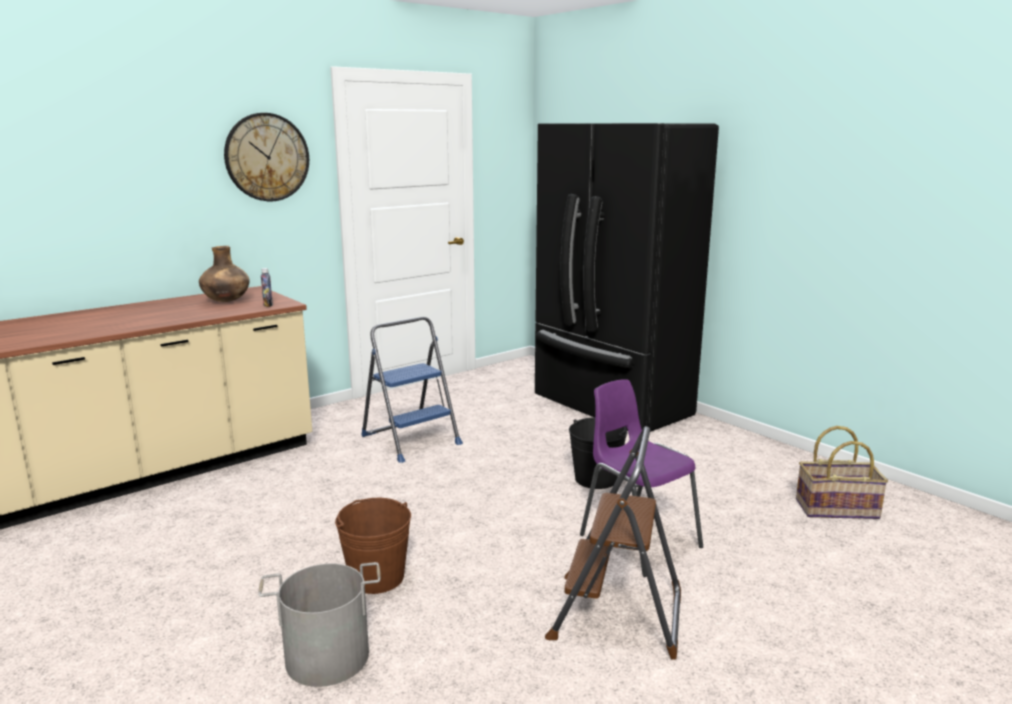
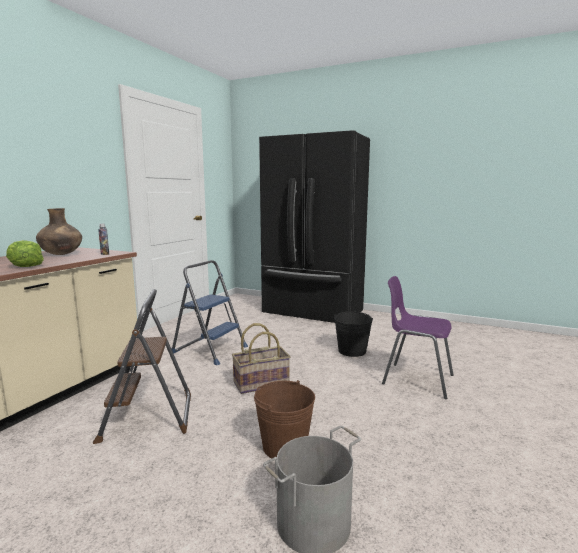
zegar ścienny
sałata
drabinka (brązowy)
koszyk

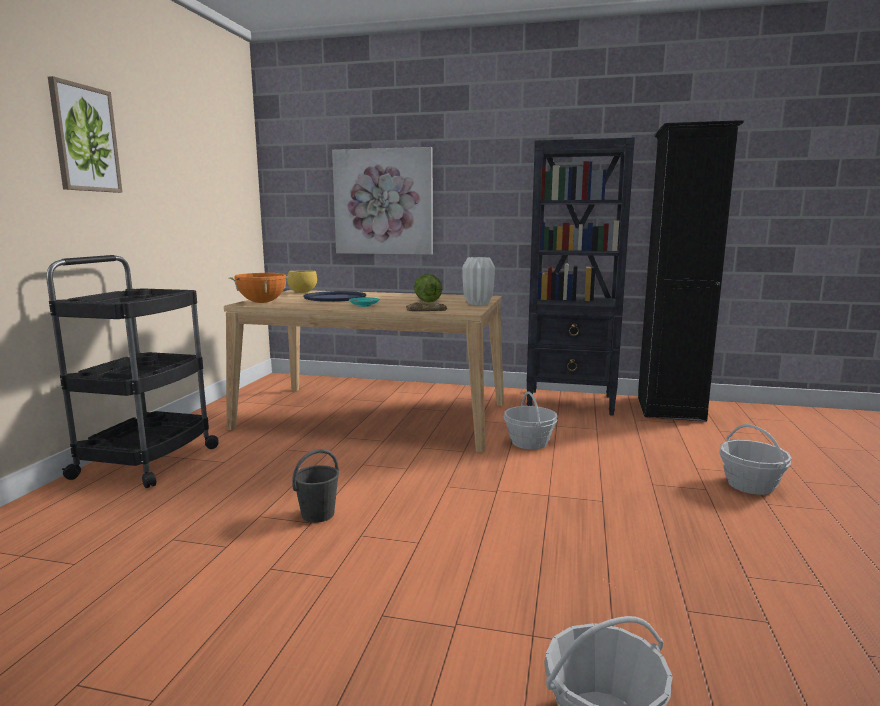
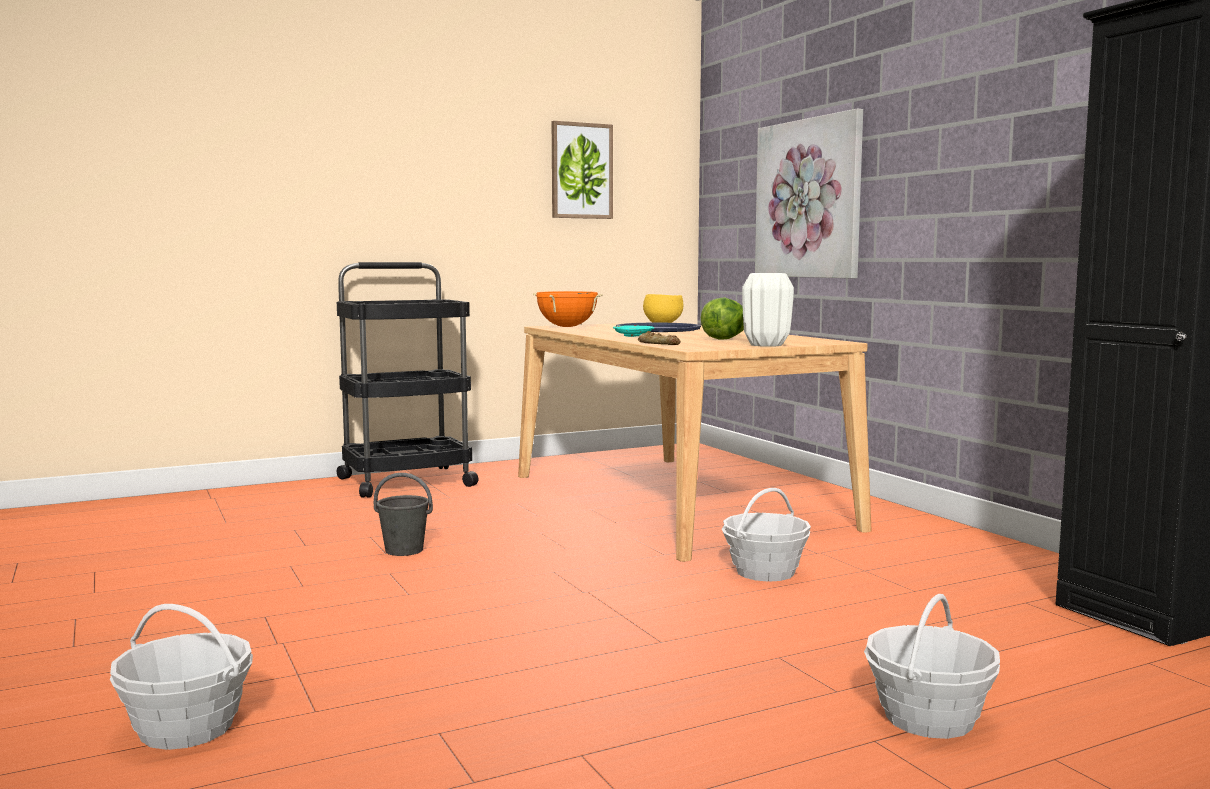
regał (czarny)
obraz (no. 1 from left)

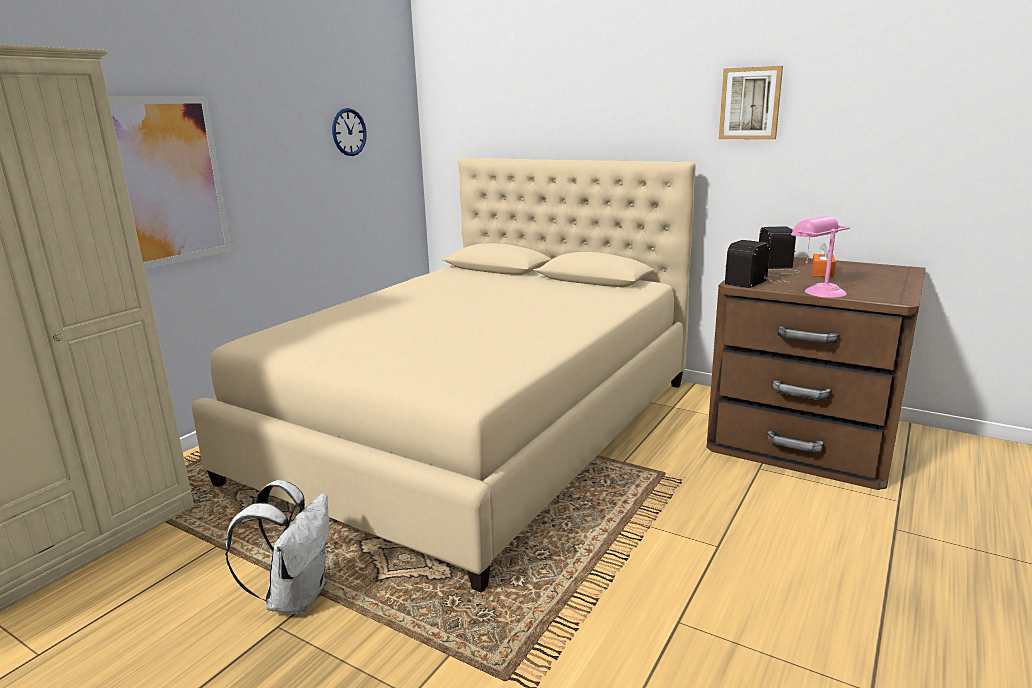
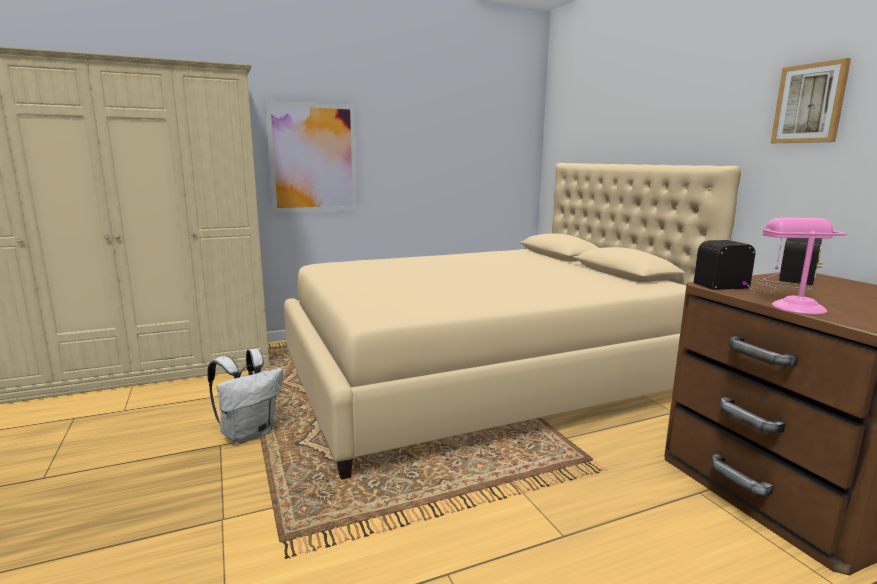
zegar ścienny
pudełko chusteczek (pomarańczowy)

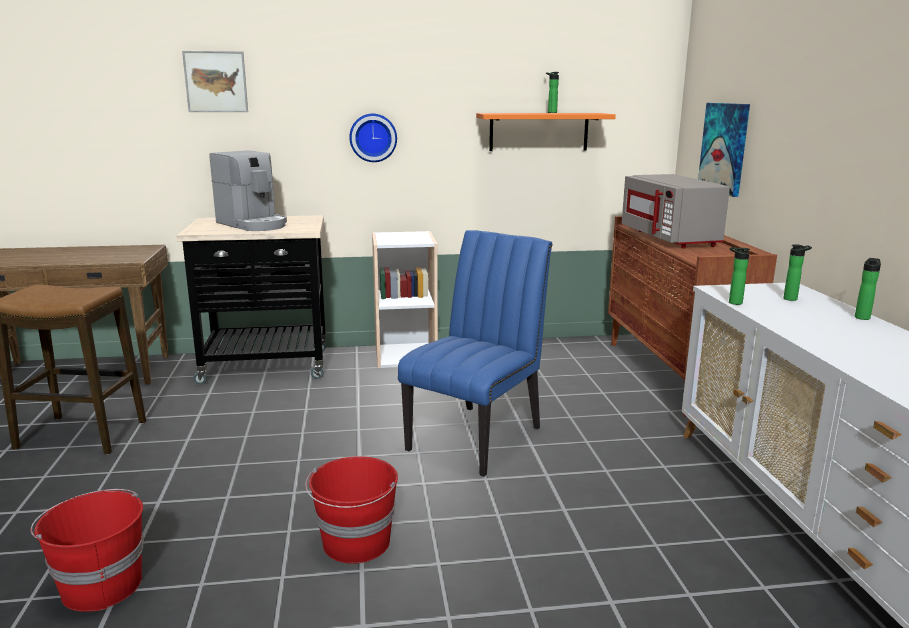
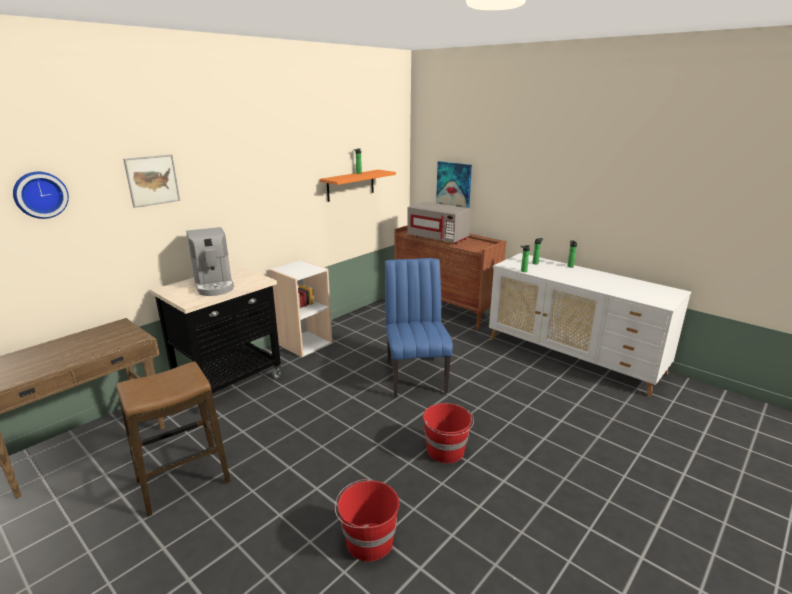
zegar ścienny
ekspres do kawy

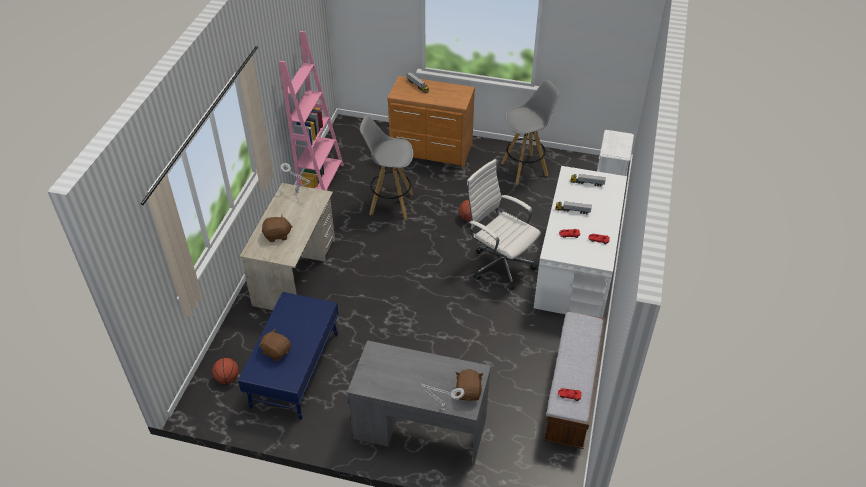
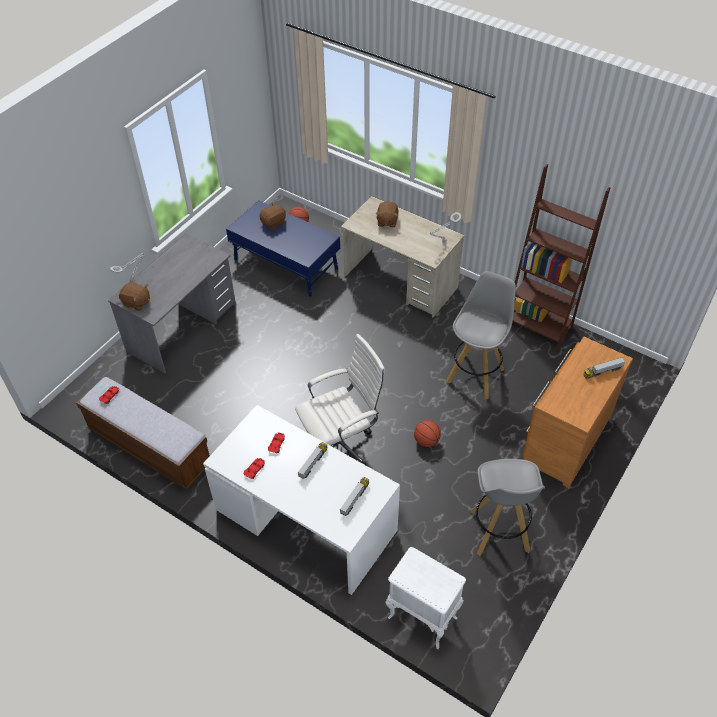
regał (brązowy)

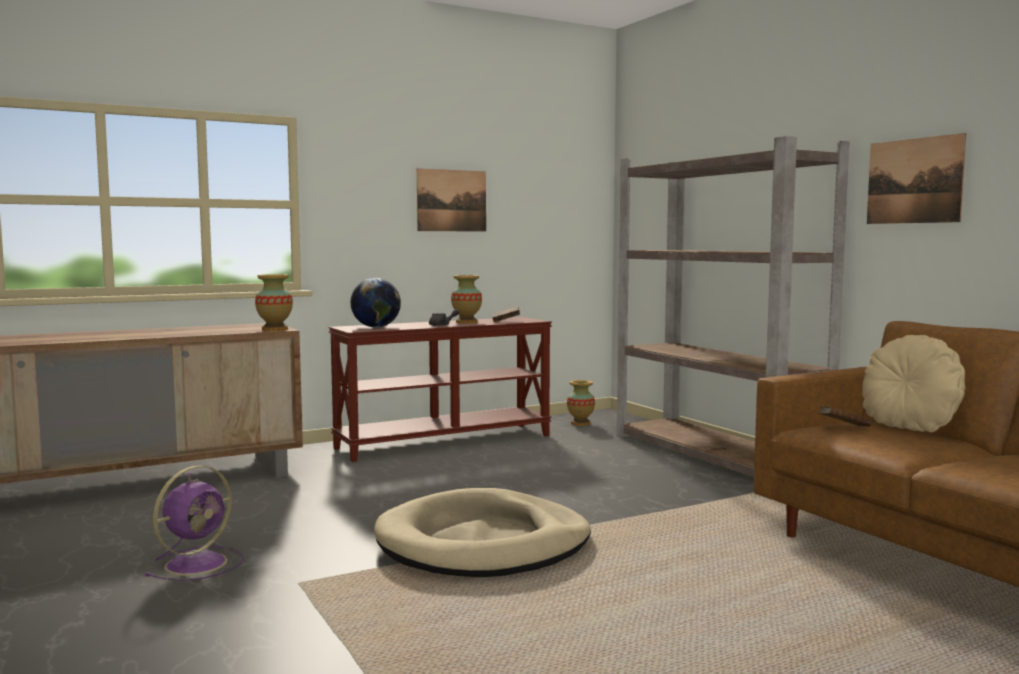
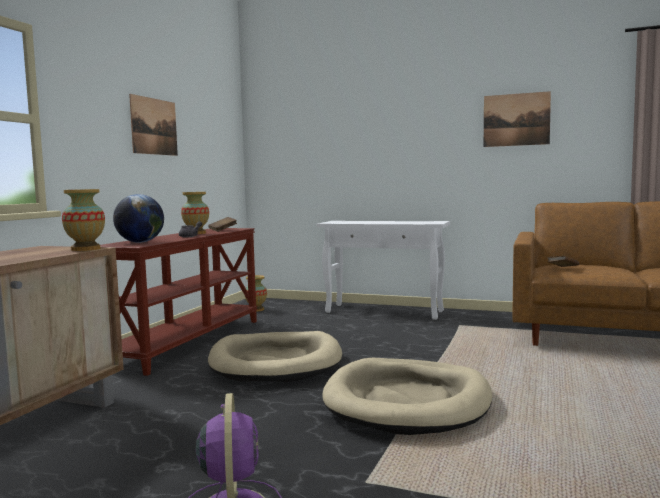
poduszka (beżowy)
legowisko (beżowy) (no. 1 from left)
stolik konsolowy (biały)

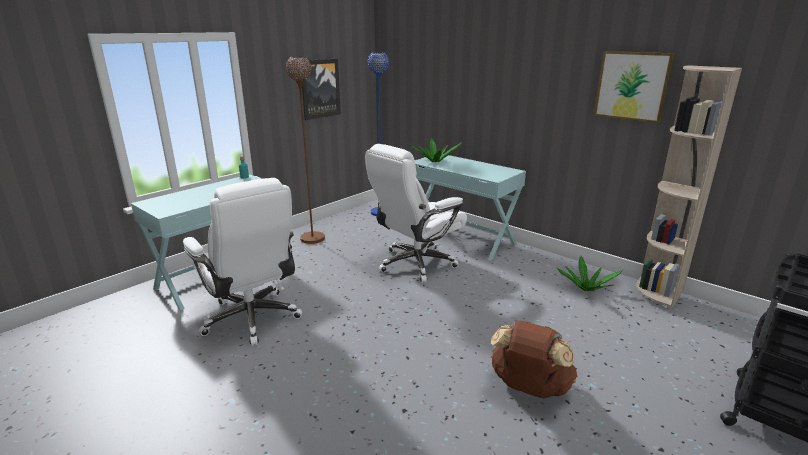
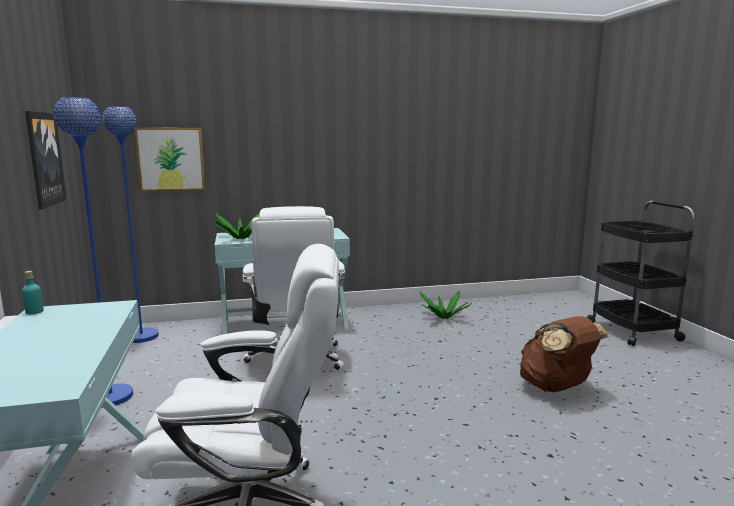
regał (beżowy)
obraz (no. 2 from left)
lampa stojąca (niebieski) (no. 1 from left)

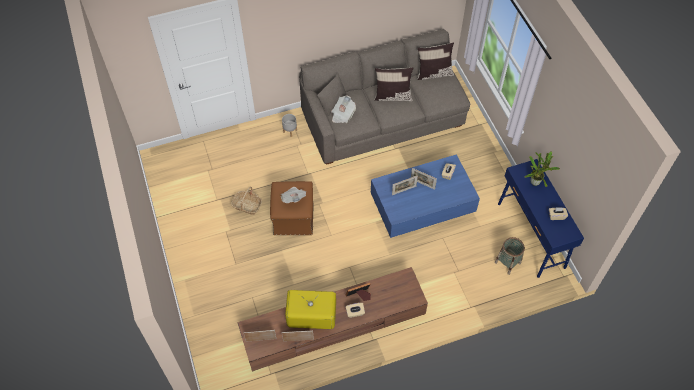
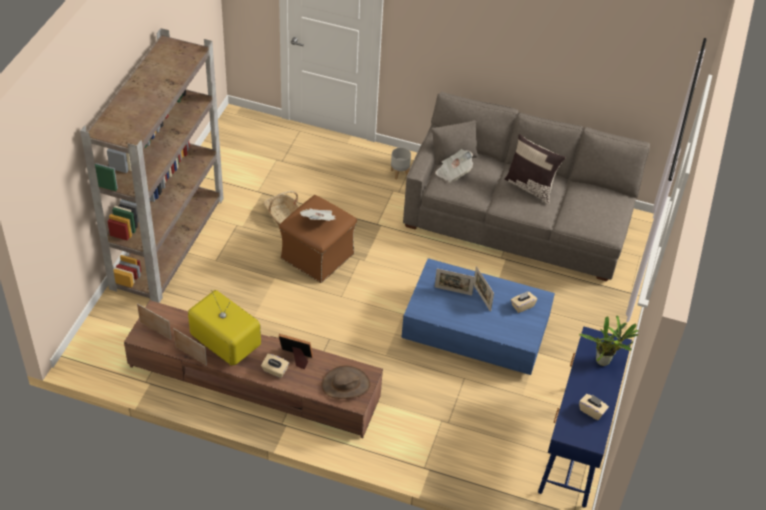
poduszka (no. 2 from left in the first image)
koszyk (no. 2 from left in the first image)
regał (brązowy)
kapelusz (brązowy)

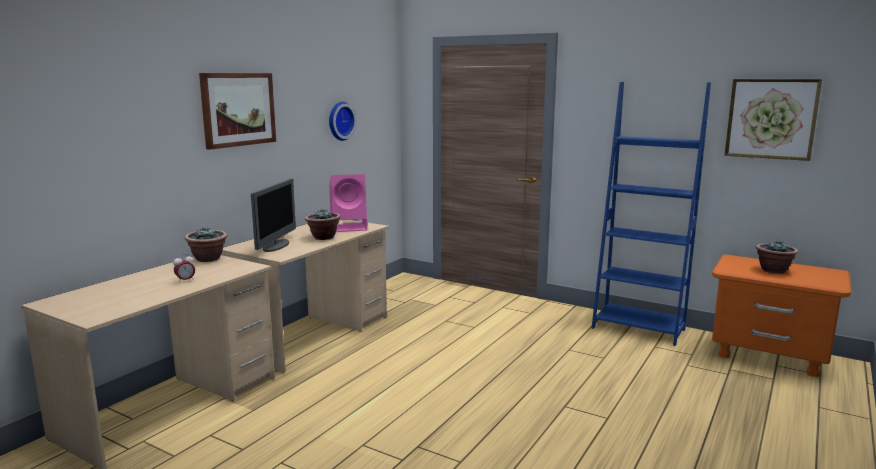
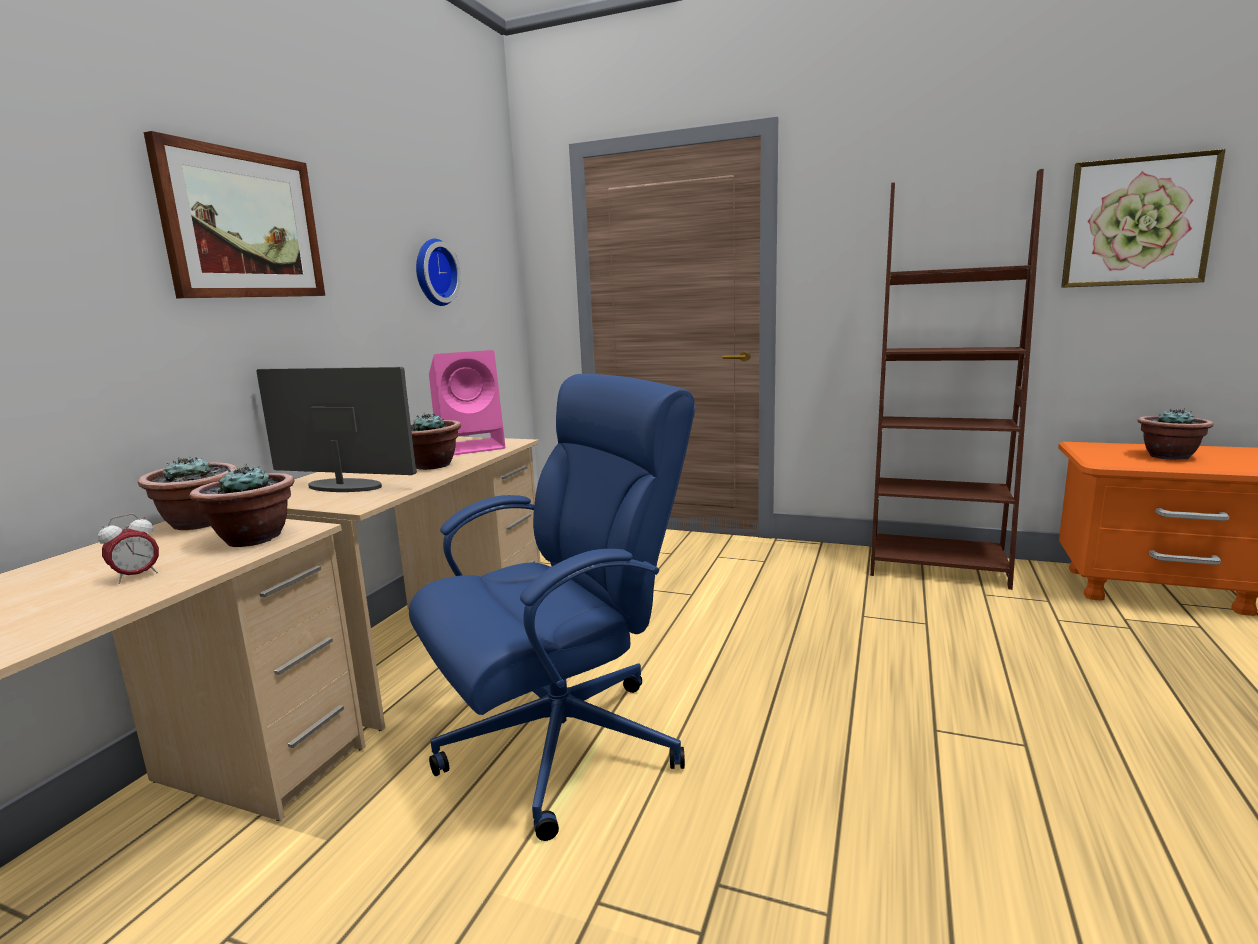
roślina doniczkowa (no. 2 from left)
krzesło biurowe (niebieski)
regał (brązowy)
monitor

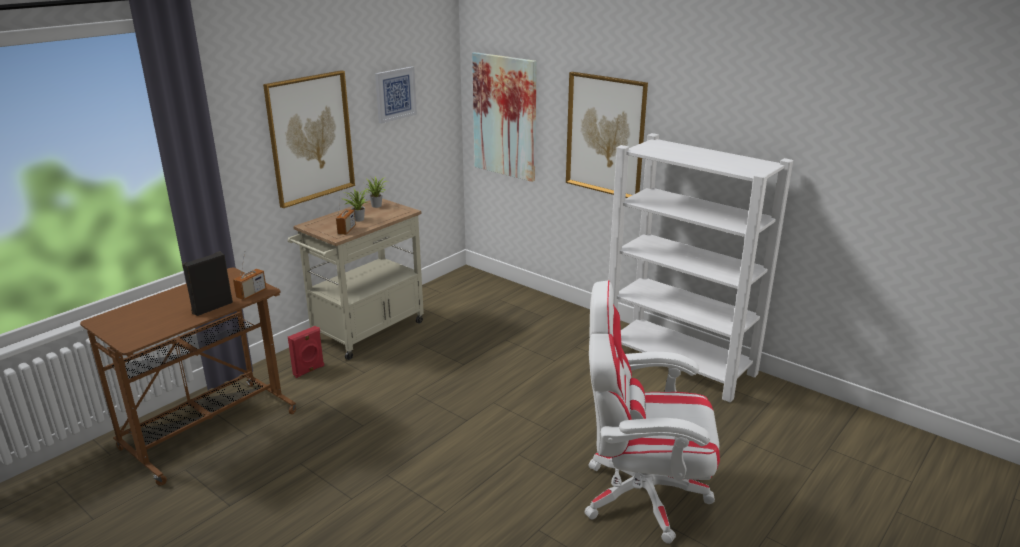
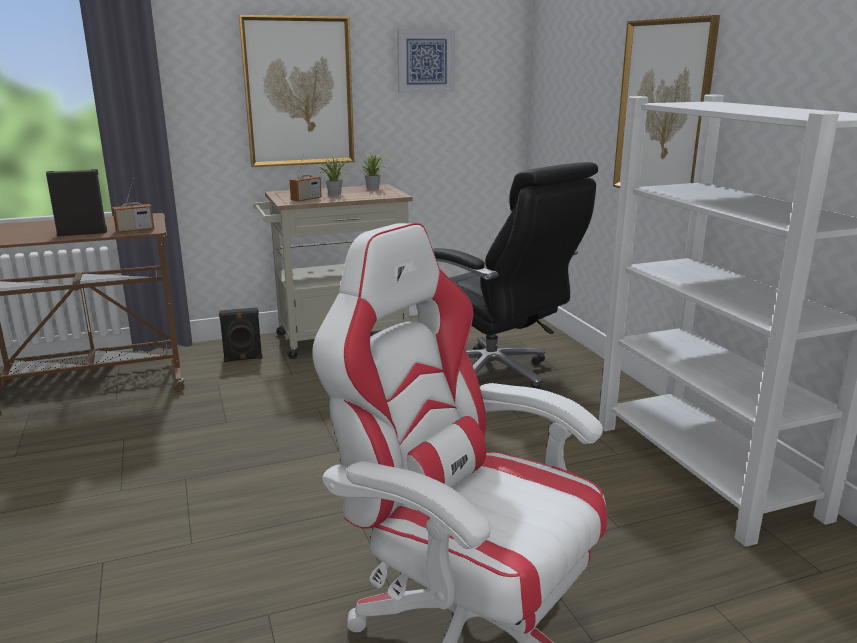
obraz (no. 3 from left in the first image)
krzesło biurowe (czarny)
głośnik (czarny) (no. 2 from left)

